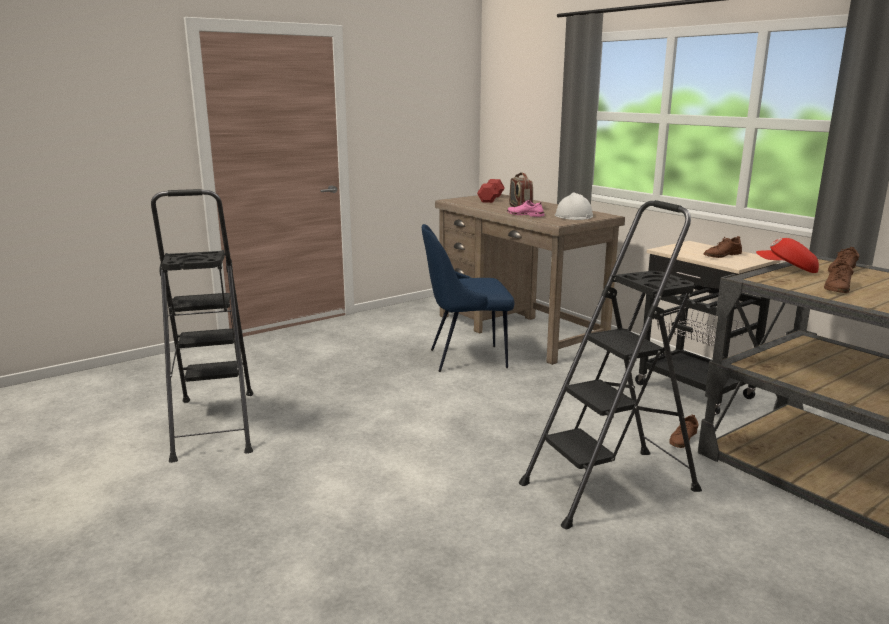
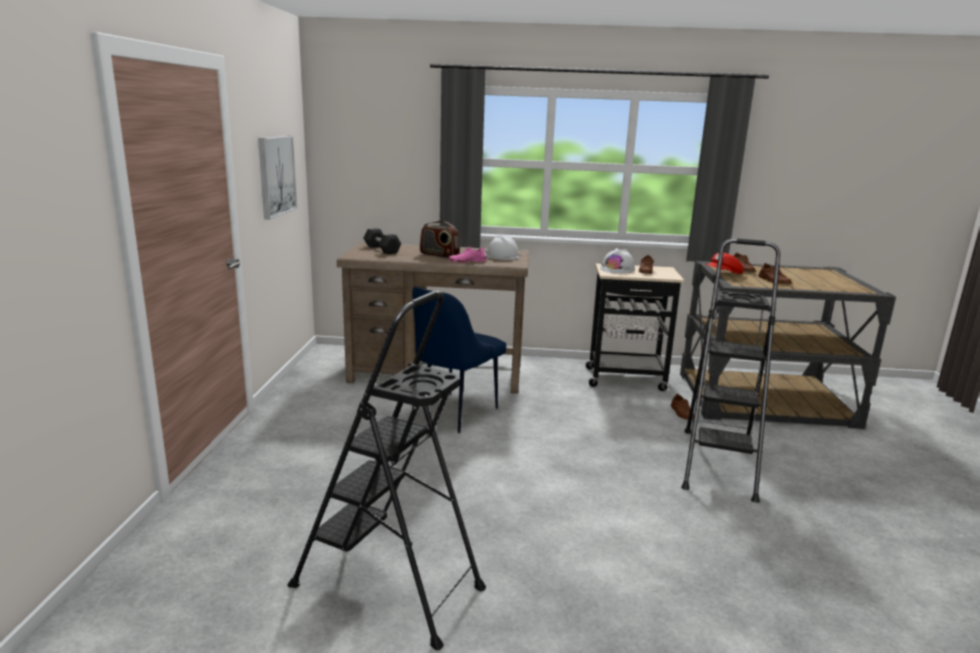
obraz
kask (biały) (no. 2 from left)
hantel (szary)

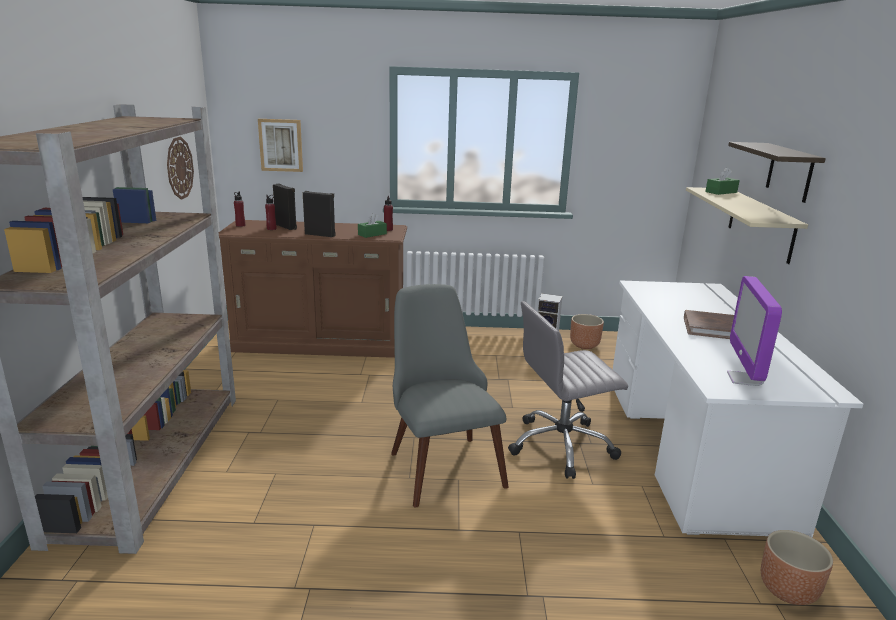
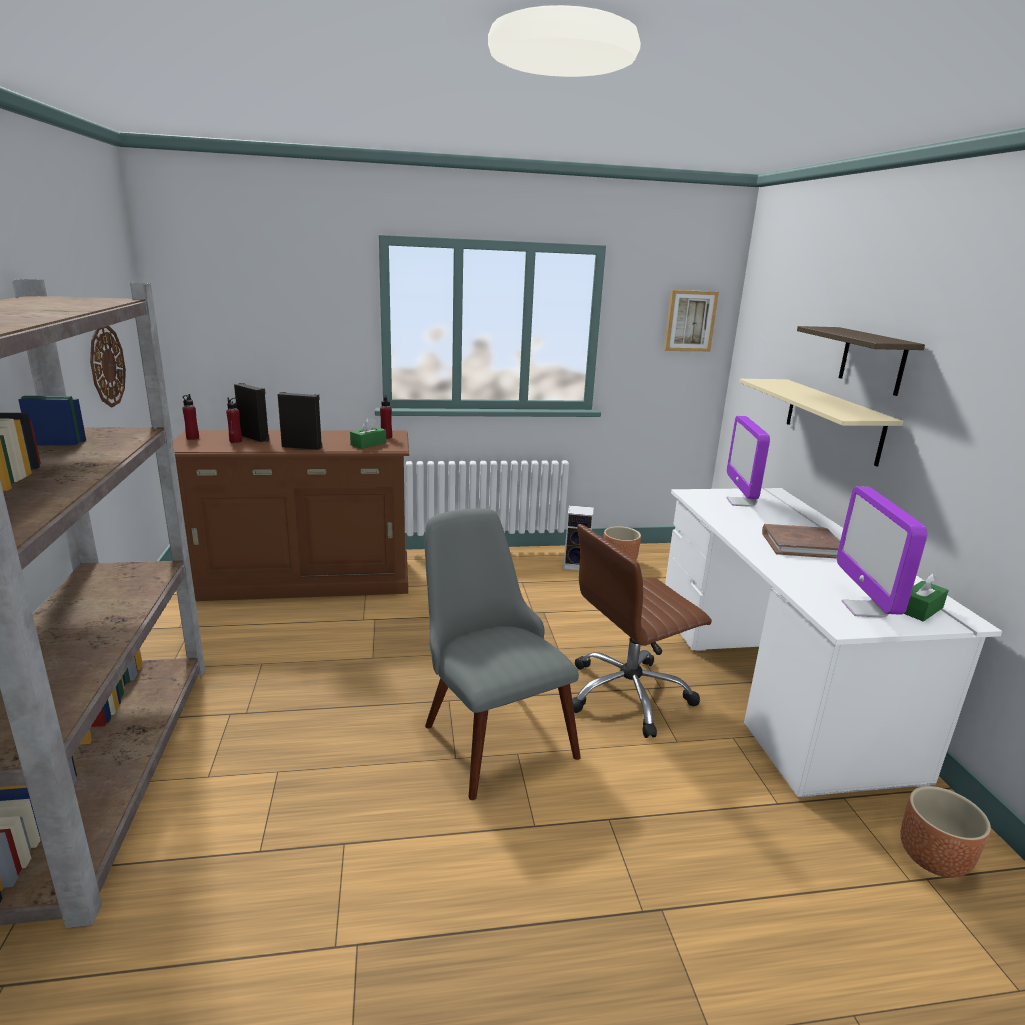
monitor (no. 1 from left)
obraz
pudełko chusteczek (zielony) (no. 2 from left)
krzesło biurowe (brązowy)

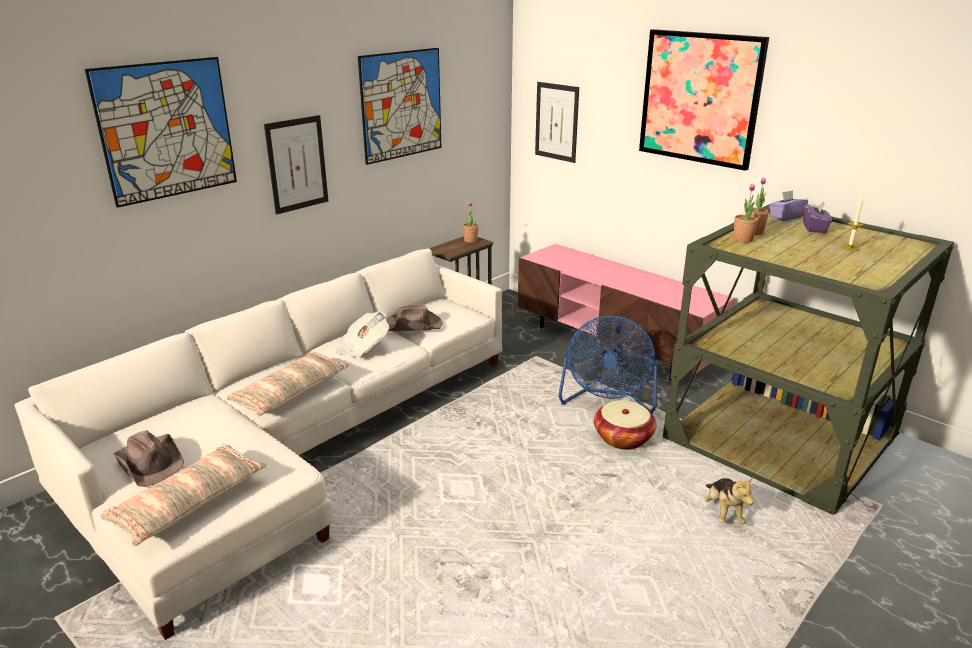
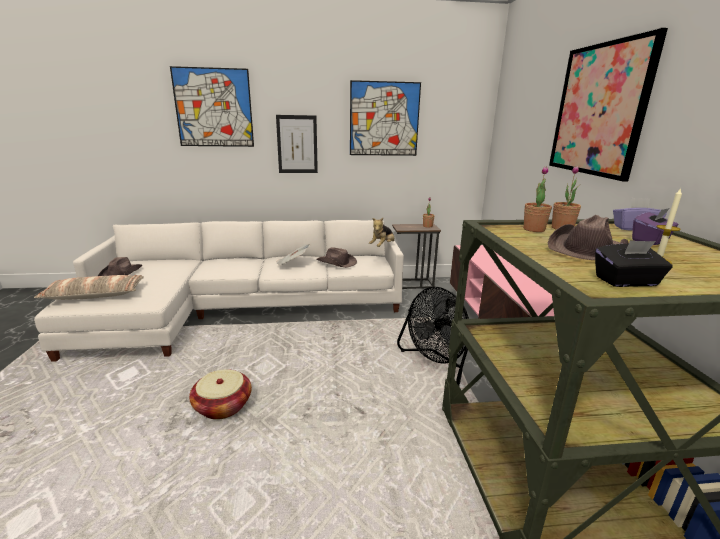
poduszka (no. 2 from left in the first image)
obraz (no. 4 from left in the first image)
kapelusz (brązowy) (no. 3 from left)
pudełko chusteczek (czarny)
koszyk
pluszak
wentylator (czarny)

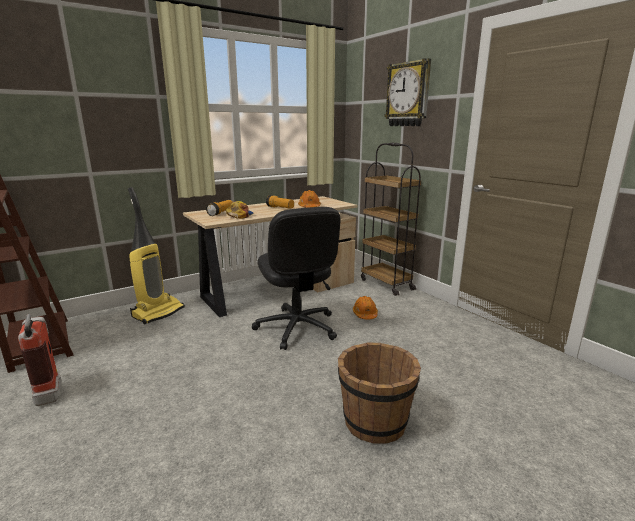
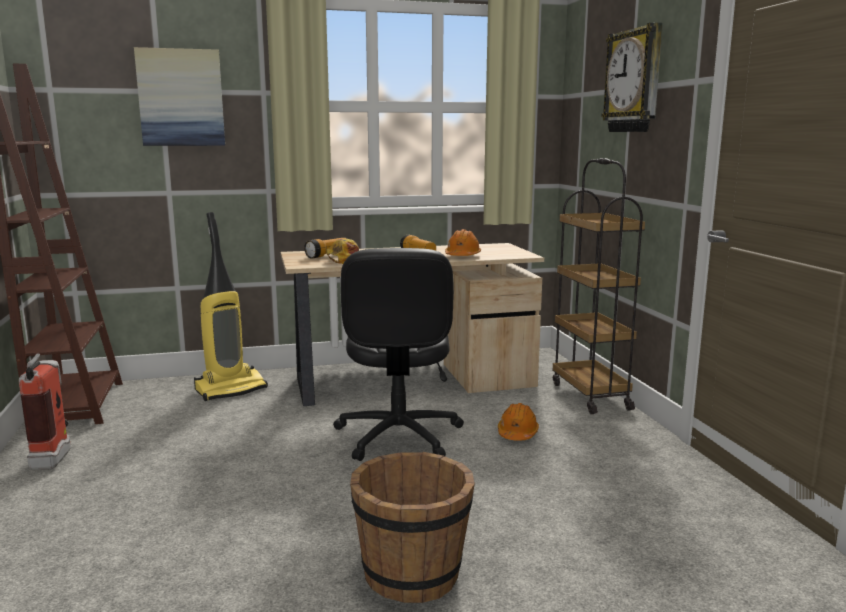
obraz

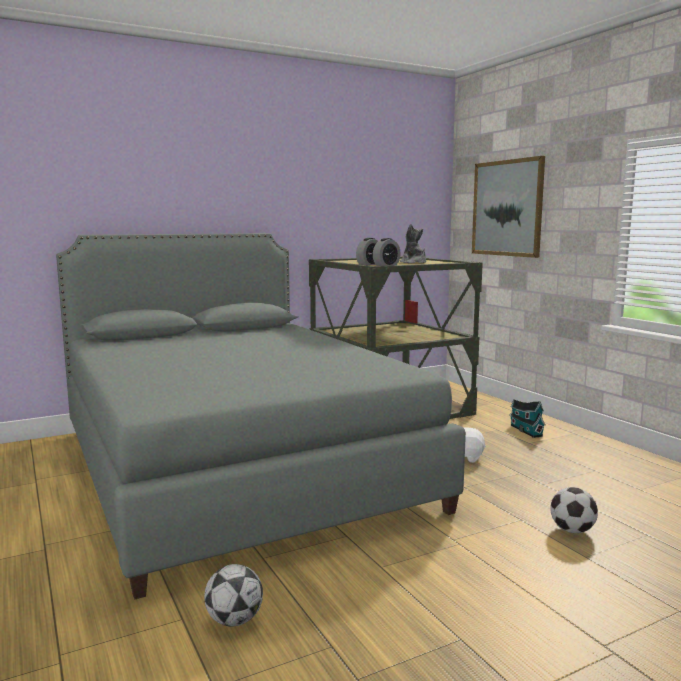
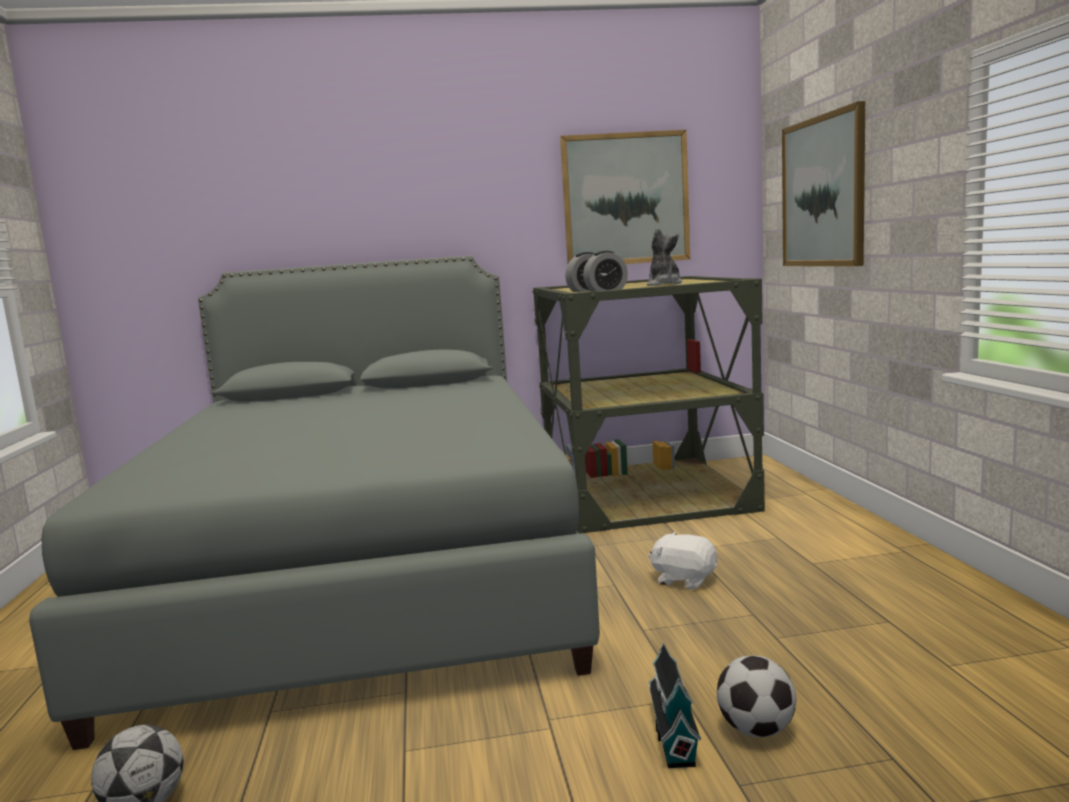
obraz (no. 1 from left)
domek

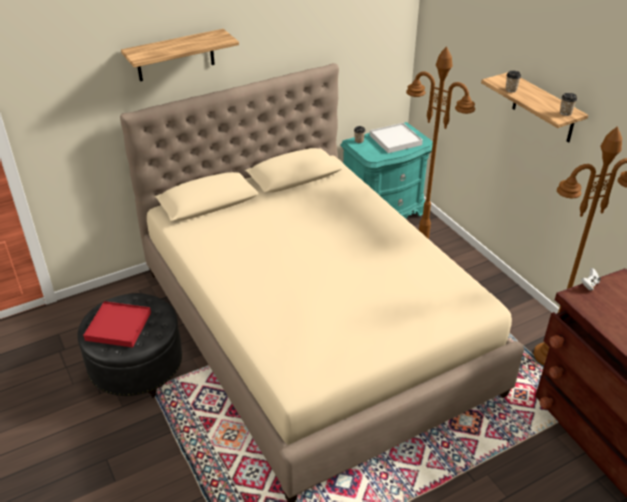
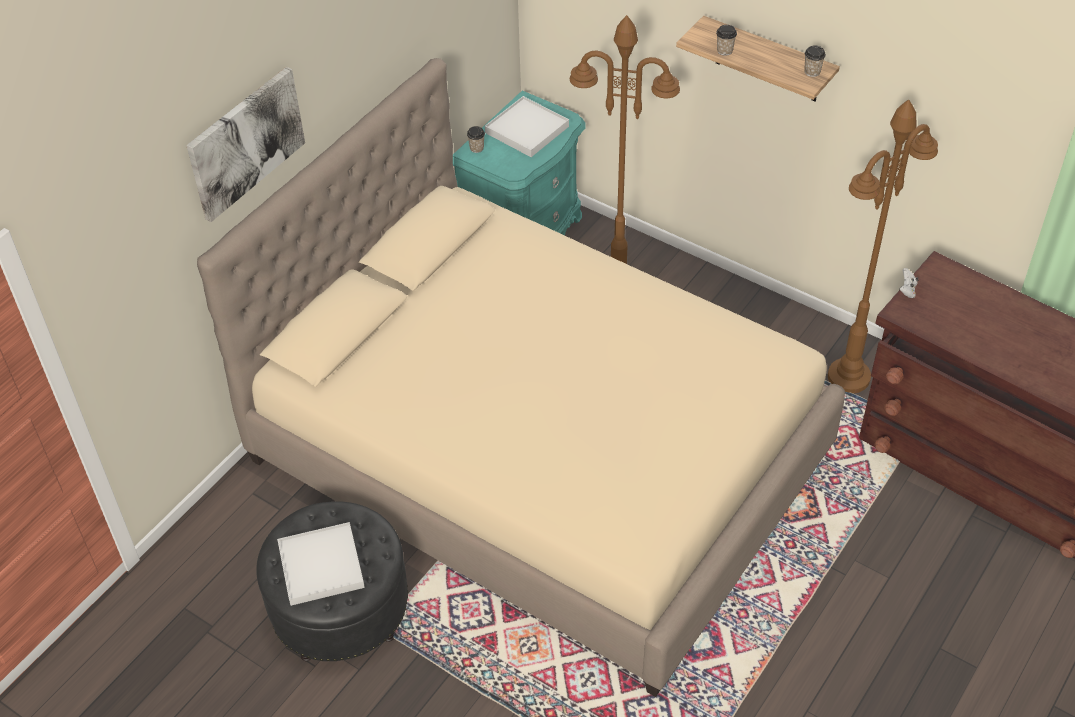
obraz
taca (biały) (no. 1 from left)

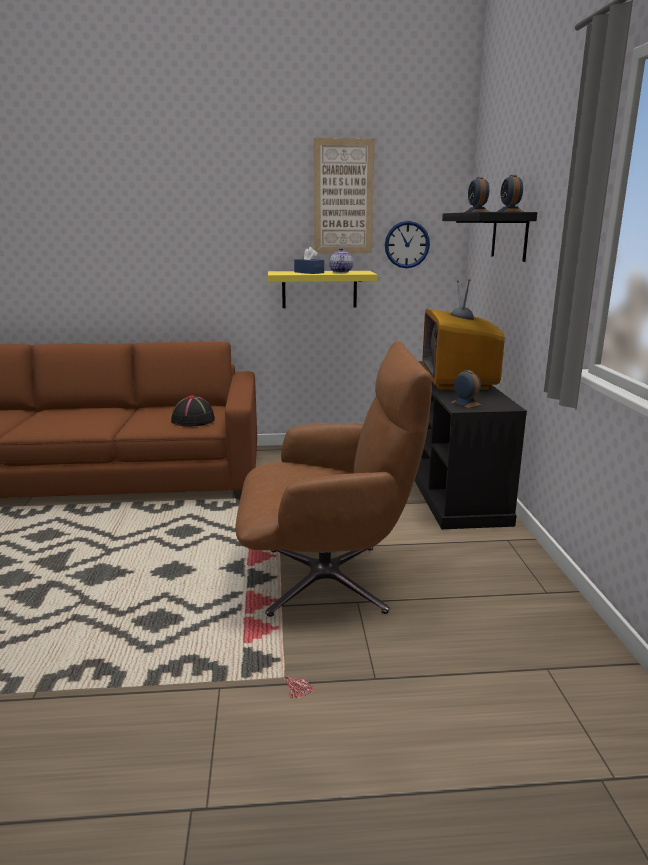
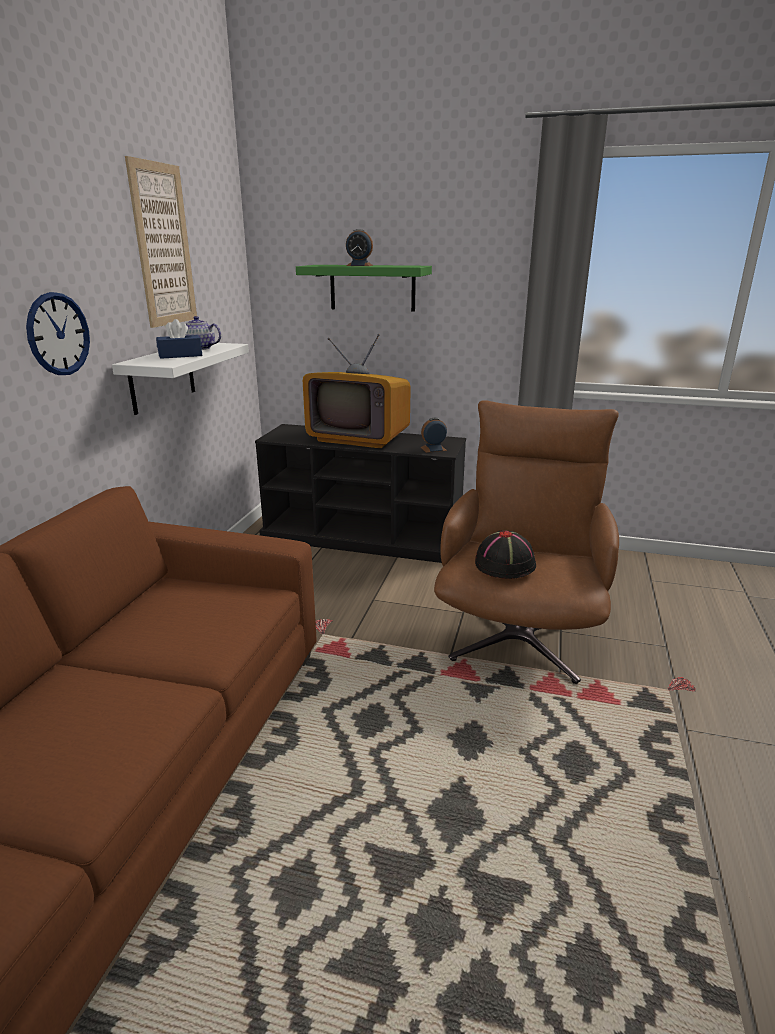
budzik (no. 3 from left in the first image)
kapelusz (czarny)
zegar ścienny
półka (biały)
półka (zielony)

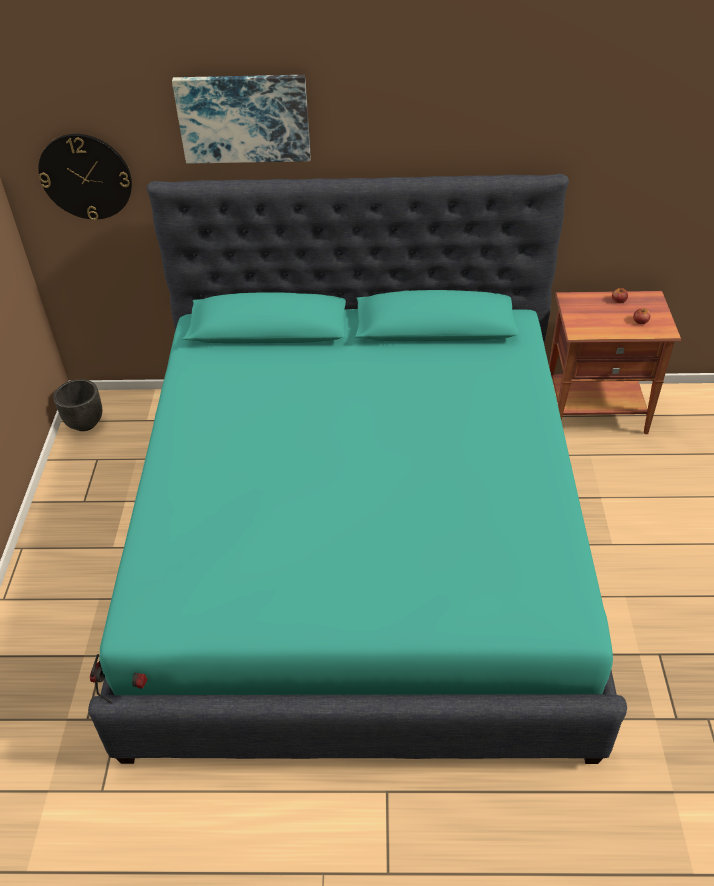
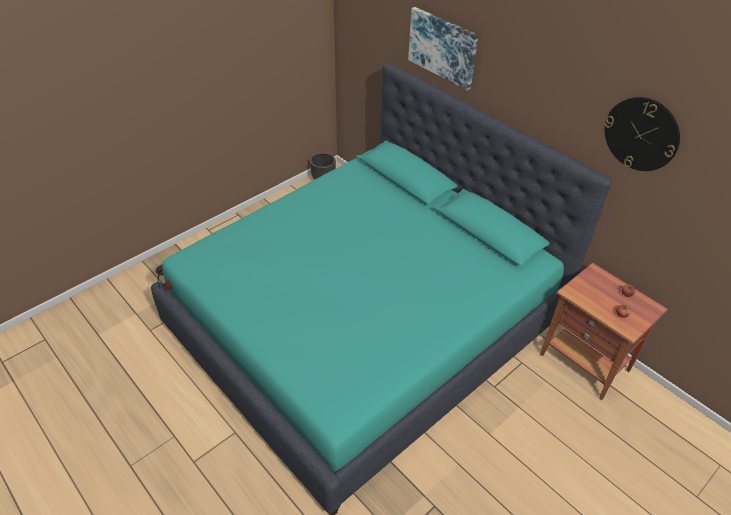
zegar ścienny

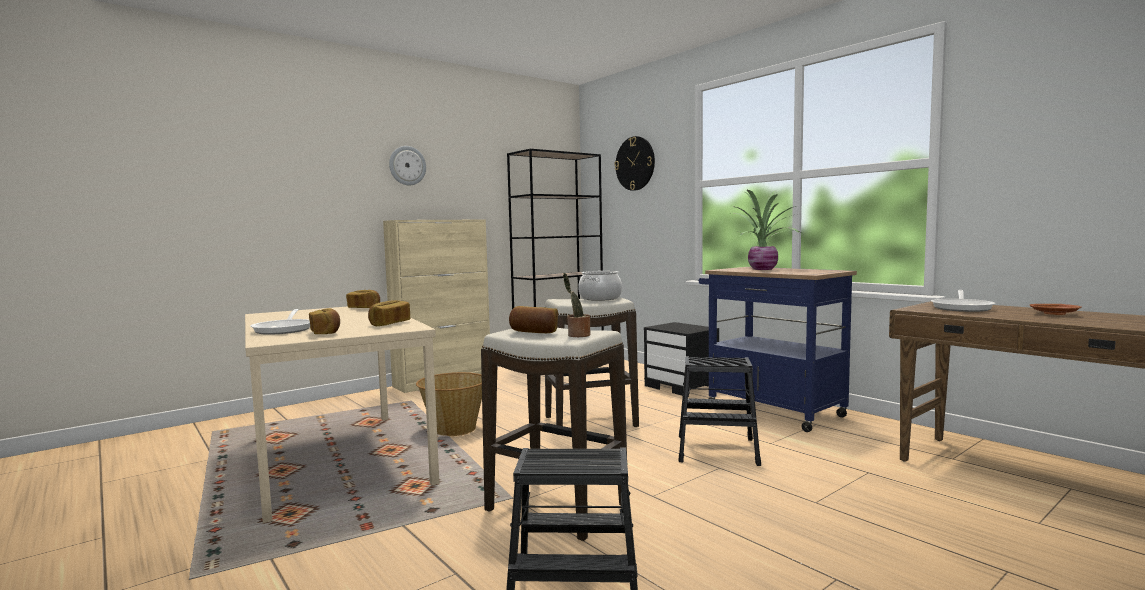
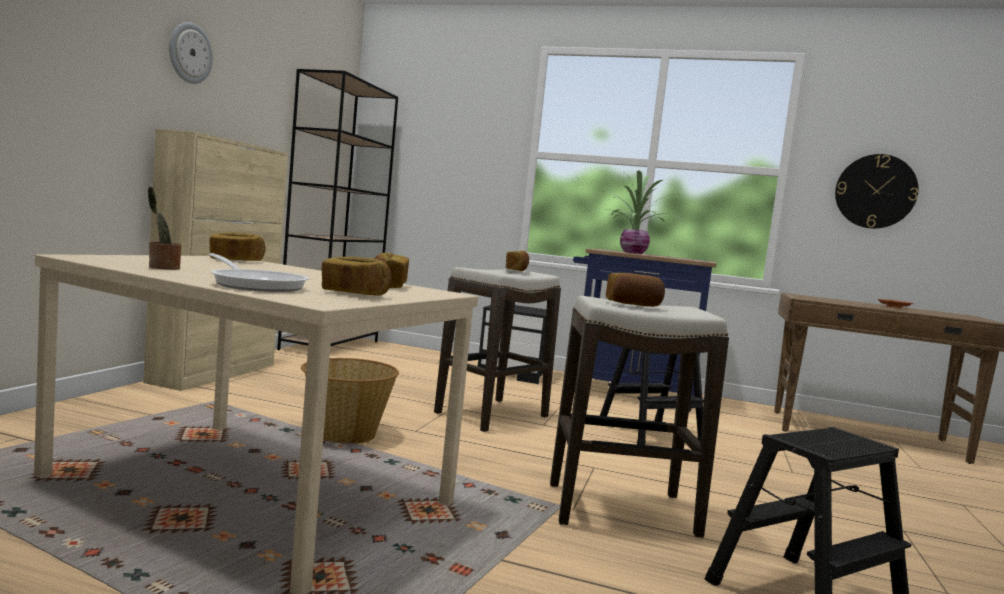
patelnia (no. 2 from left in the first image)
roślina doniczkowa (no. 1 from left)
zegar ścienny (no. 2 from left)
chleb (no. 4 from left)

